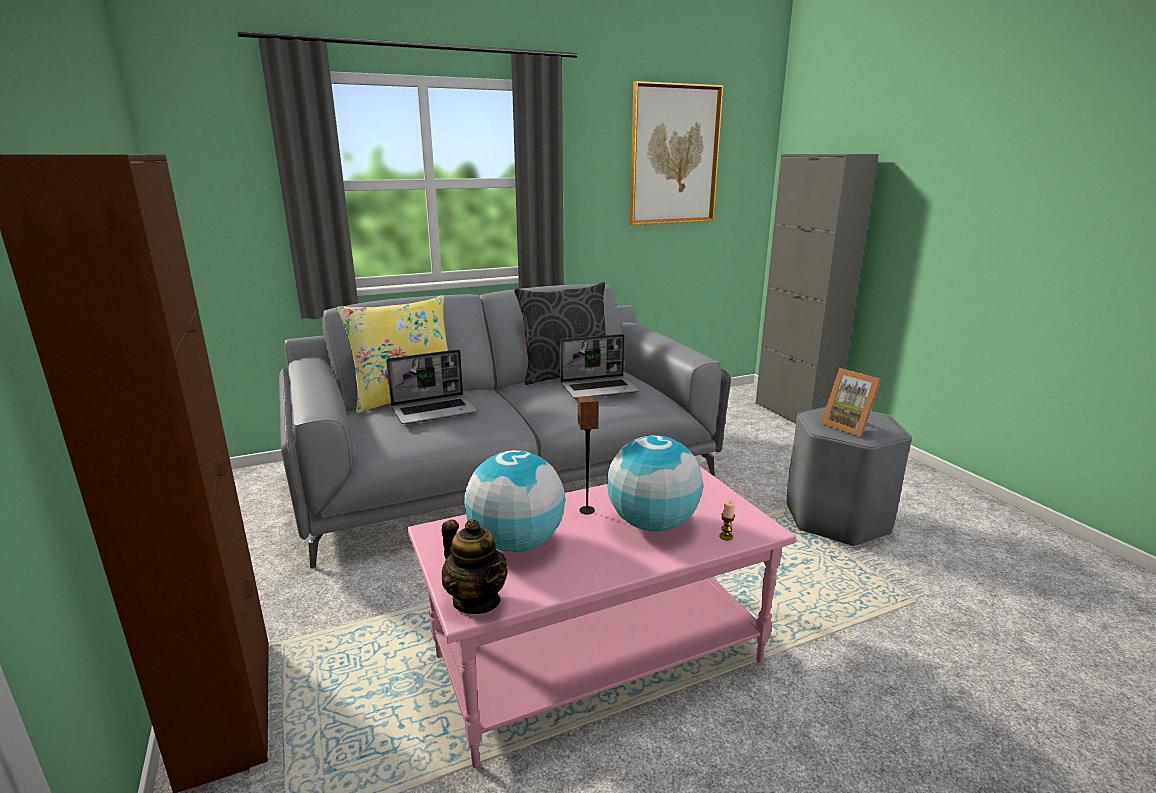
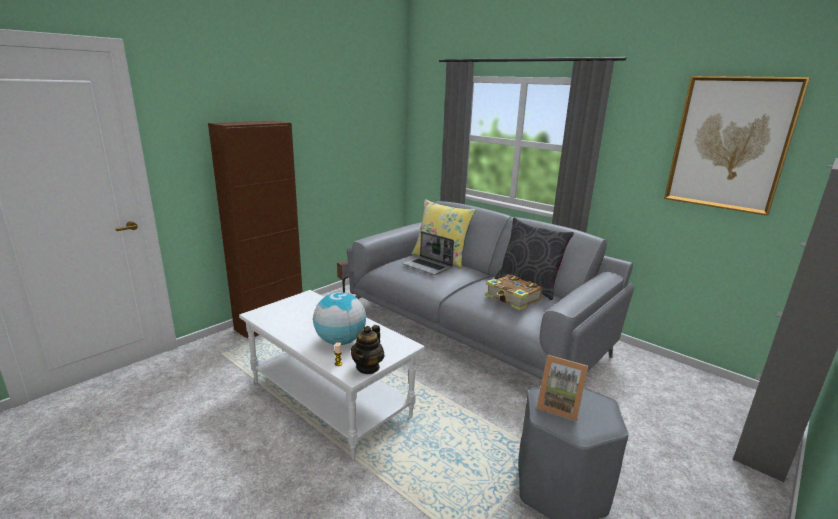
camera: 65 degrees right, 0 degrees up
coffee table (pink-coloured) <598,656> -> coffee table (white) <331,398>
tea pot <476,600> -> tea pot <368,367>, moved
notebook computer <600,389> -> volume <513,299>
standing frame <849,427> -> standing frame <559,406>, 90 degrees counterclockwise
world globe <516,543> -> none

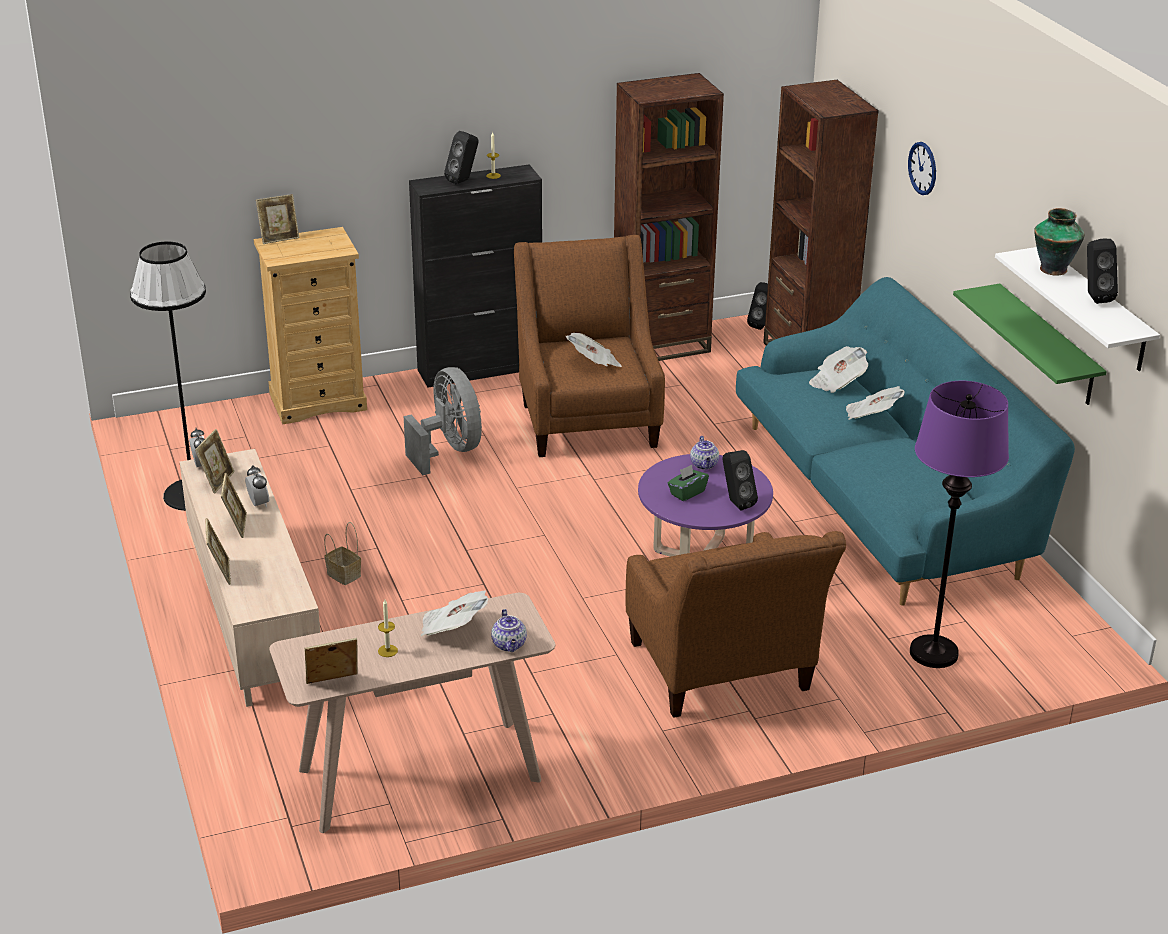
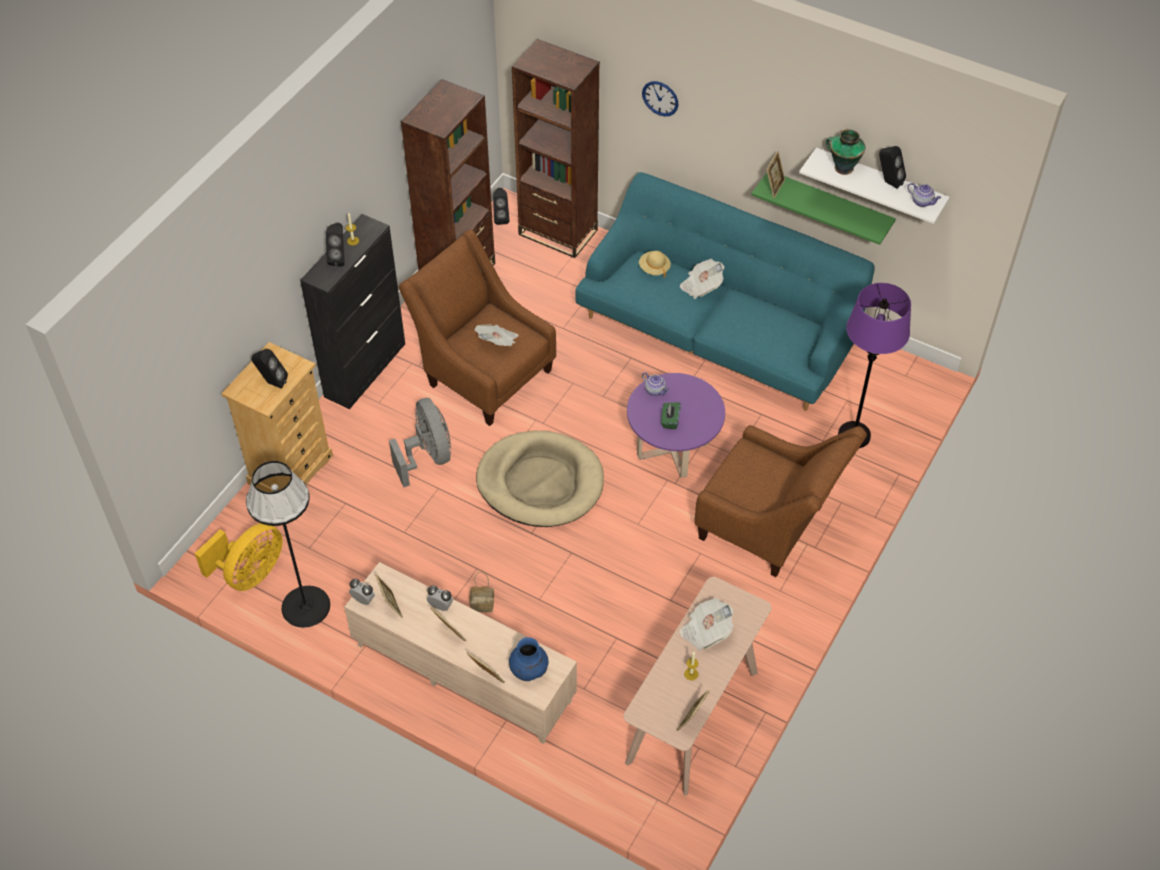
camera: 40 degrees left, 20 degrees up
none -> fan (yellow) <250,574>
speaker (black) <735,503> -> speaker (black) <272,382>, moved
fan (grey) <449,450> -> fan (grey) <427,456>, 45 degrees clockwise
none -> dog cushion (beige-coloured) <540,482>
none -> flower vase (blue) <528,671>
printed paper <837,382> -> wearable hat (beige-coloured) <654,268>
standing frame <279,238> -> standing frame <774,187>, moved
tea pot <509,645> -> tea pot <922,202>, moved

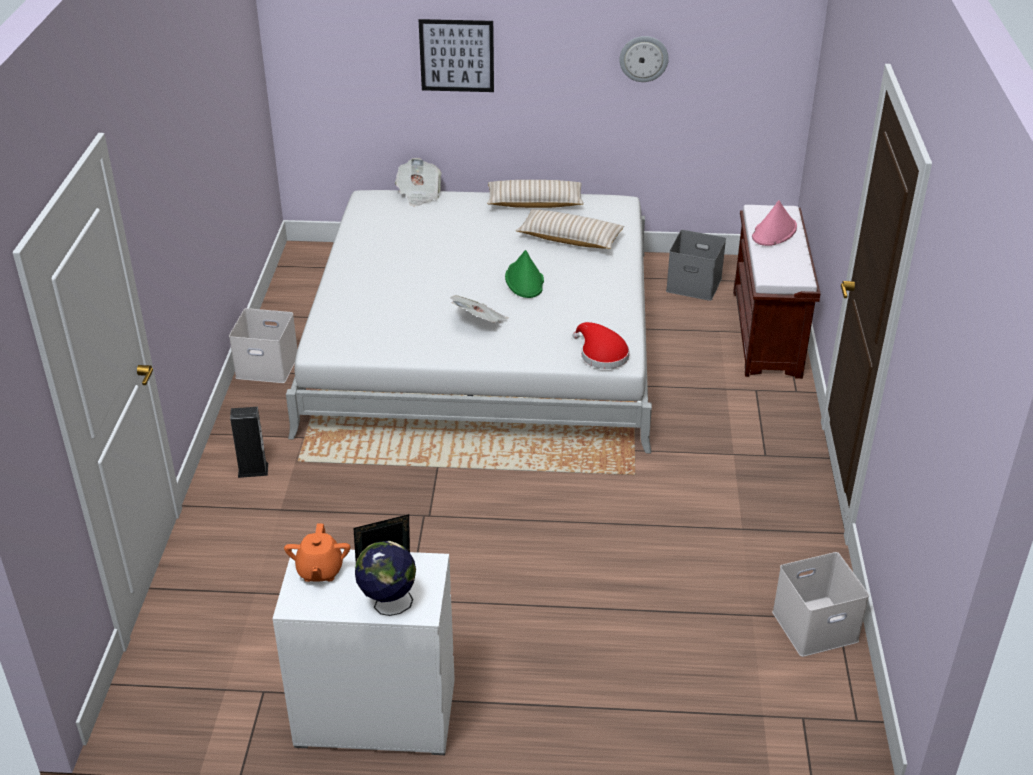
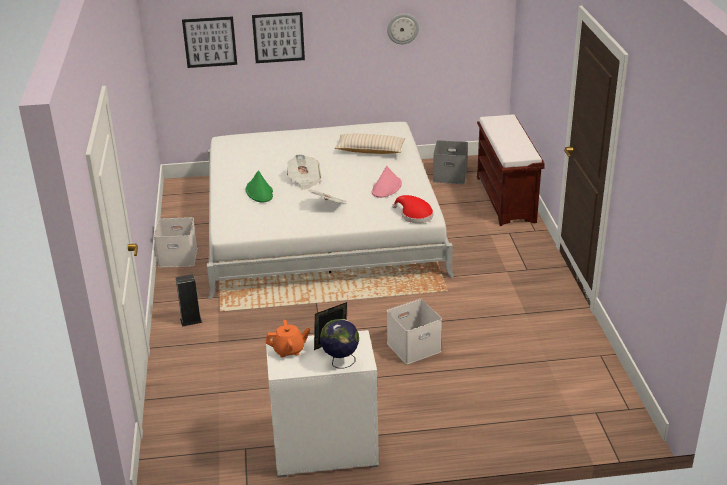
camera: 10 degrees left, 5 degrees down
none -> picture <210,42>
wearable hat (green) <524,281> -> wearable hat (green) <259,192>, moved
tea pot (orange) <320,571> -> tea pot (orange) <289,350>, 90 degrees counterclockwise
printed paper <419,194> -> printed paper <304,180>, moved
wearable hat (pink-coloured) <774,232> -> wearable hat (pink-coloured) <386,188>, moved
storage container (white) <814,627> -> storage container (white) <413,348>, moved
throw pillow (beige-coloured) <534,203> -> none

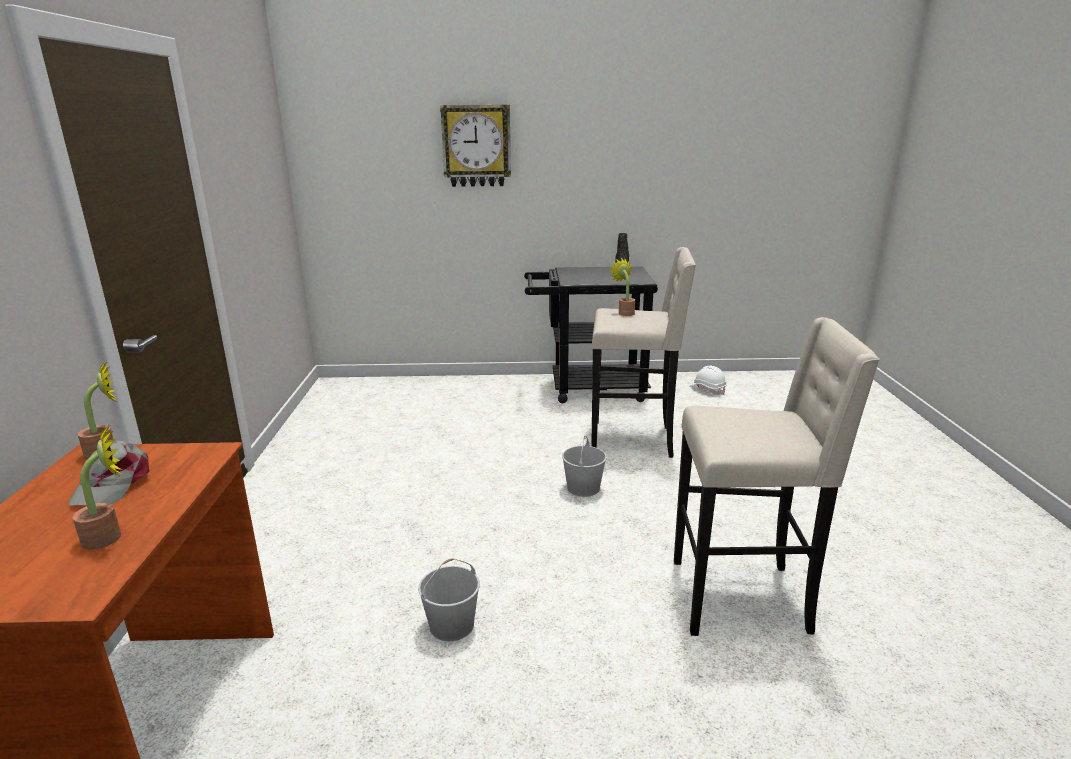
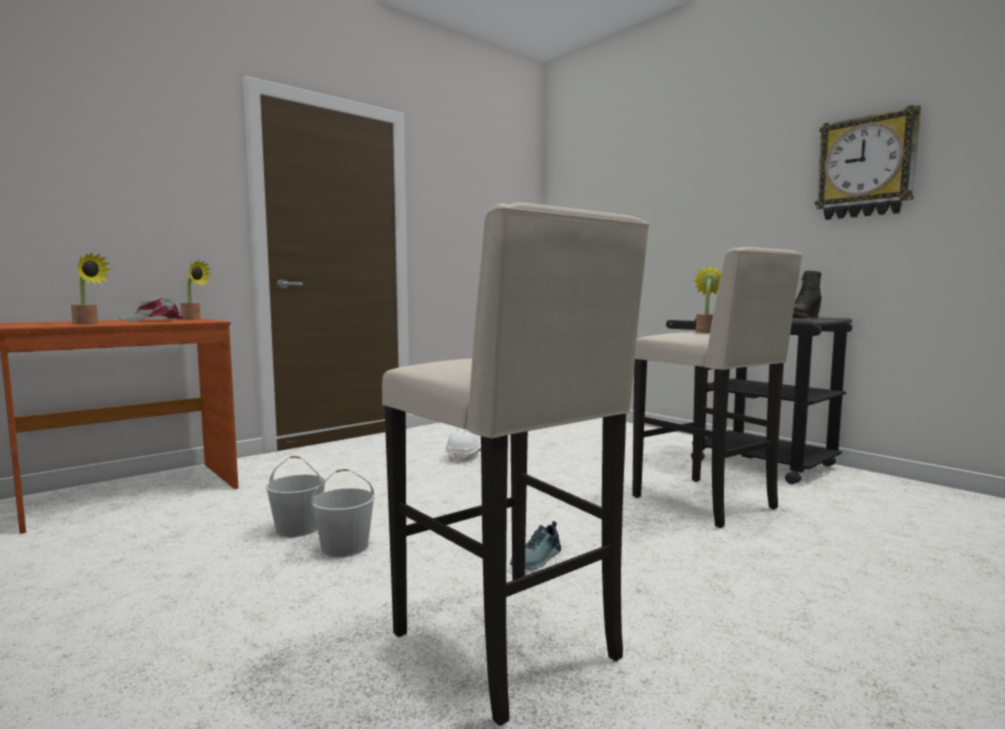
camera: 50 degrees right, 15 degrees down
water bucket (white) <583,488> -> water bucket (white) <344,547>, moved
work helmet (white) <708,389> -> work helmet (white) <464,457>, moved
none -> item of footwear <538,560>
clock on the wall <476,146> -> clock on the wall <866,167>, moved

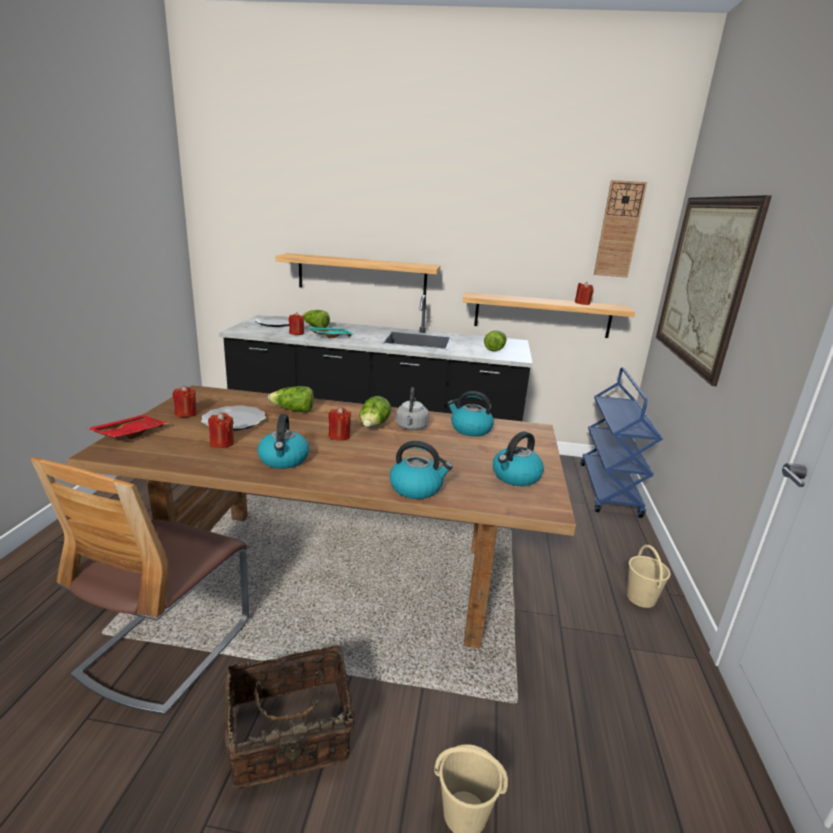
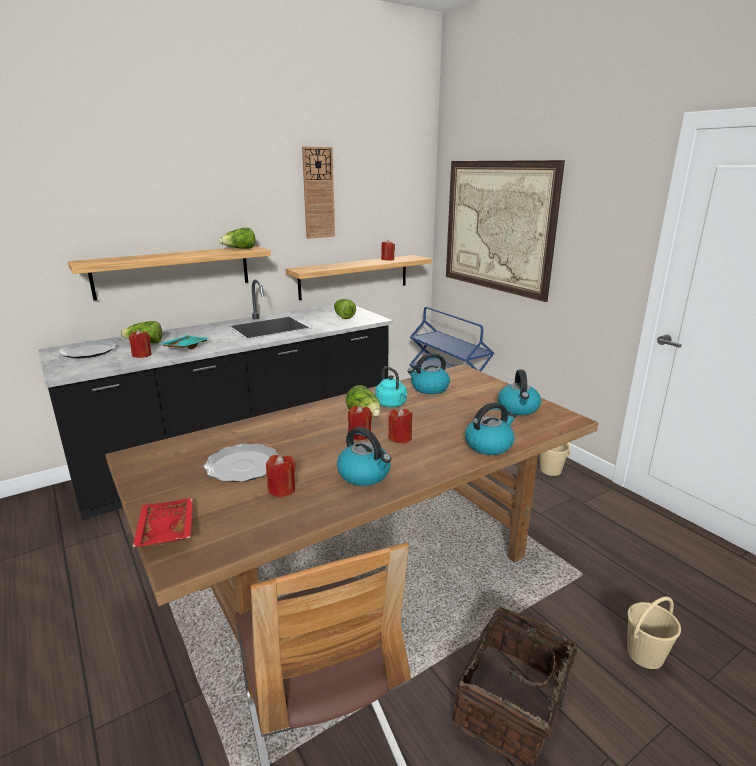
camera: 40 degrees left, 0 degrees up
lettuce <293,410> -> lettuce <239,249>, moved
clock on the wall <619,230> -> clock on the wall <318,193>, moved
tea kettle (grey) <411,427> -> tea kettle (turquoise-coloured) <392,404>
wax candle (red-coloured) <186,414> -> wax candle (red-coloured) <400,438>, moved

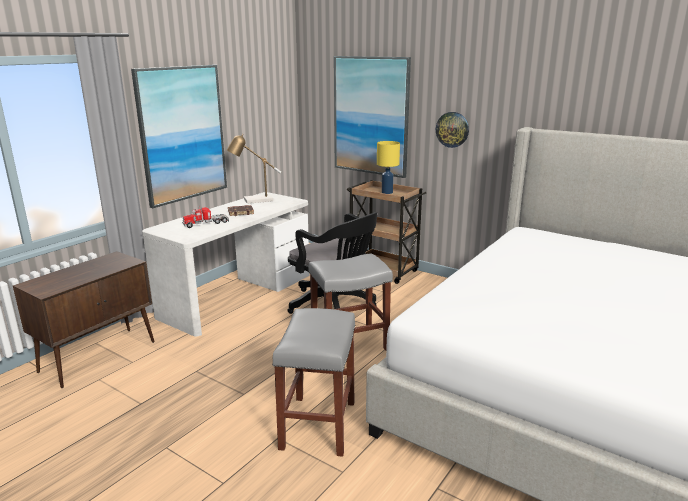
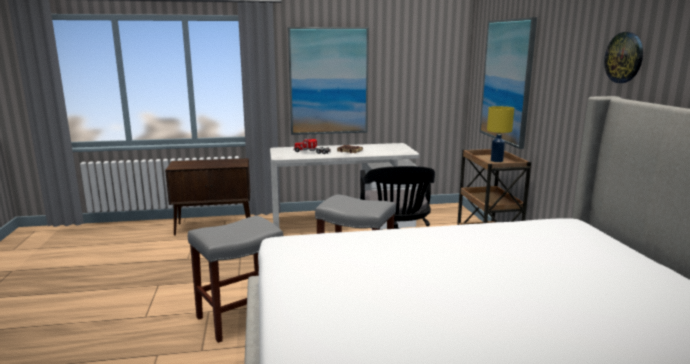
camera: 45 degrees right, 5 degrees down
clock on the wall <452,129> -> clock on the wall <624,57>, moved
tabletop lamp <254,200> -> none

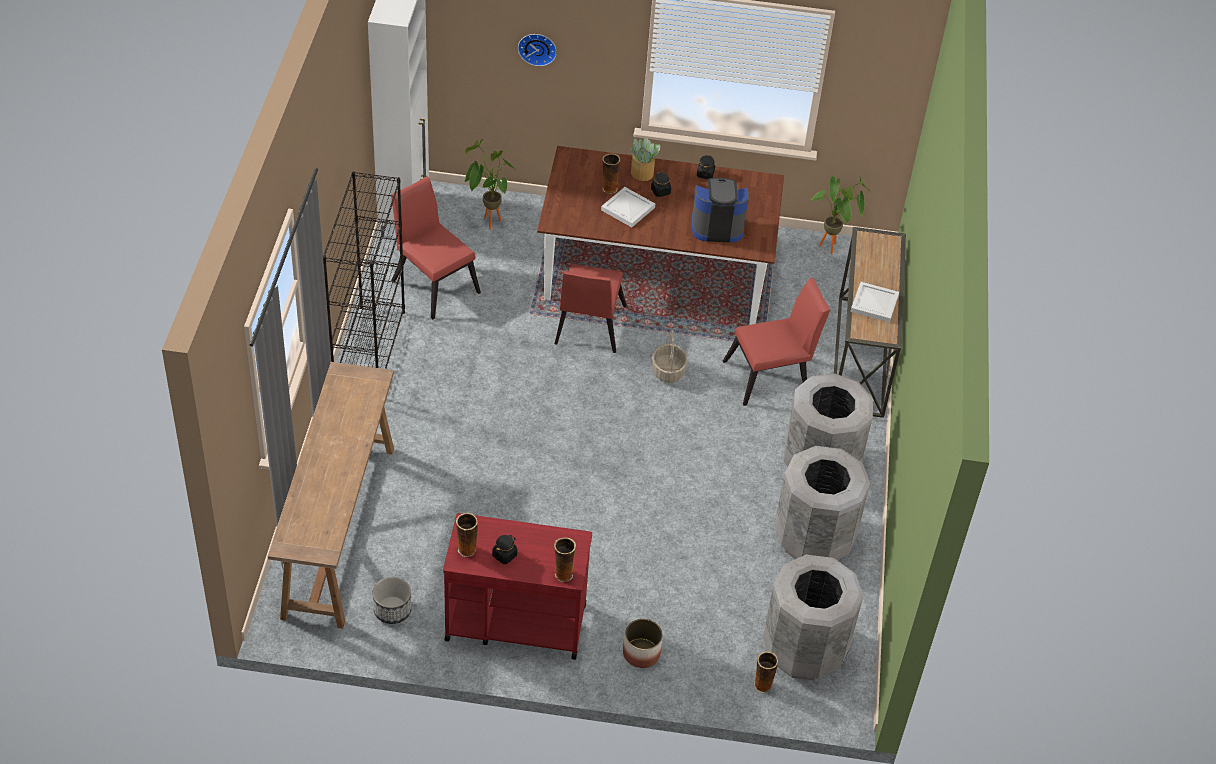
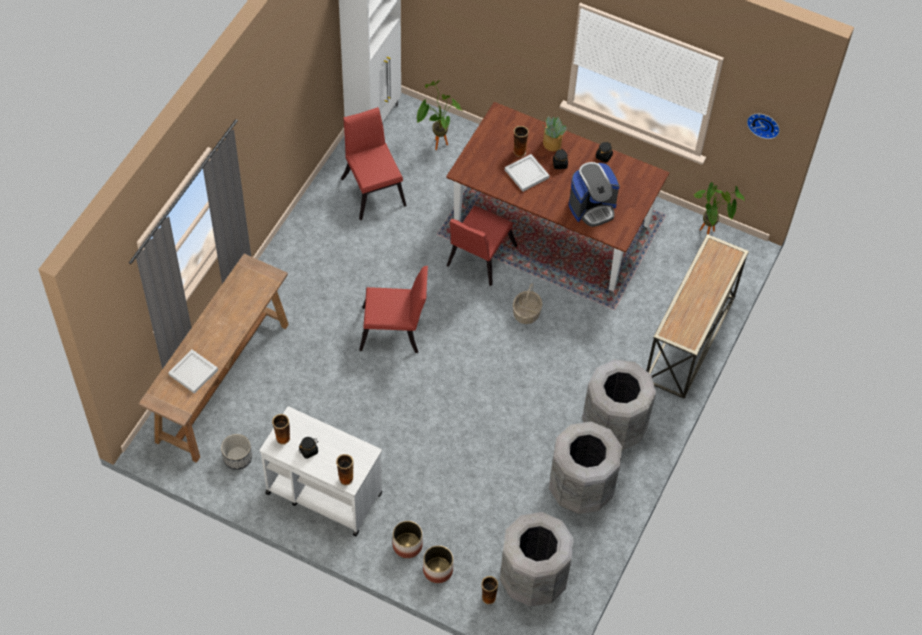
camera: 20 degrees right, 10 degrees up
carrying tray (white) <873,304> -> carrying tray (white) <192,372>, moved
trolley (red-coloured) <514,622> -> trolley (white) <323,493>
chair (red-coloured) <772,376> -> chair (red-coloured) <395,331>, moved
none -> flower pot <437,570>
coffee brewer <717,226> -> coffee brewer <592,207>, 135 degrees clockwise
clock on the wall <537,48> -> clock on the wall <764,124>, moved
shelving unit (black) <369,350> -> none

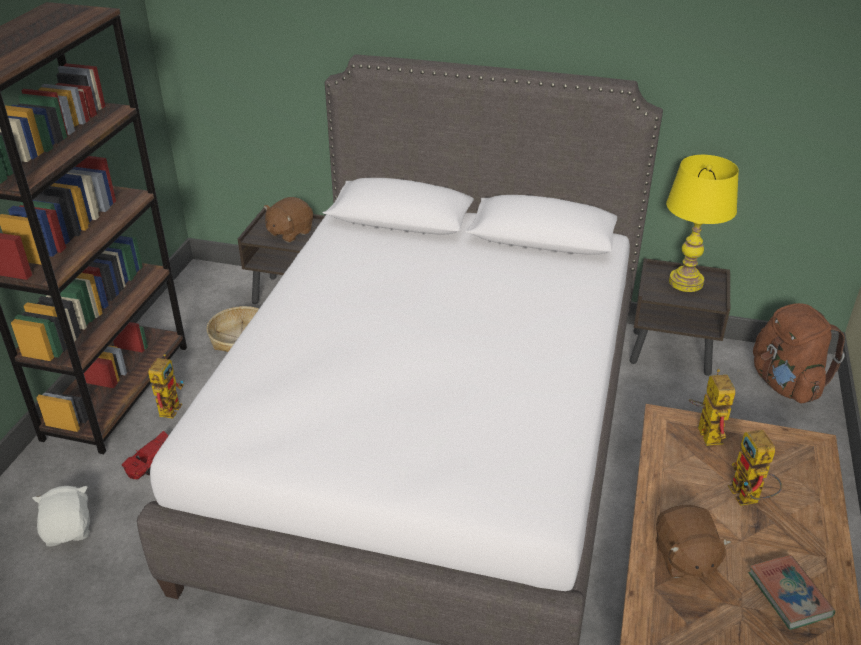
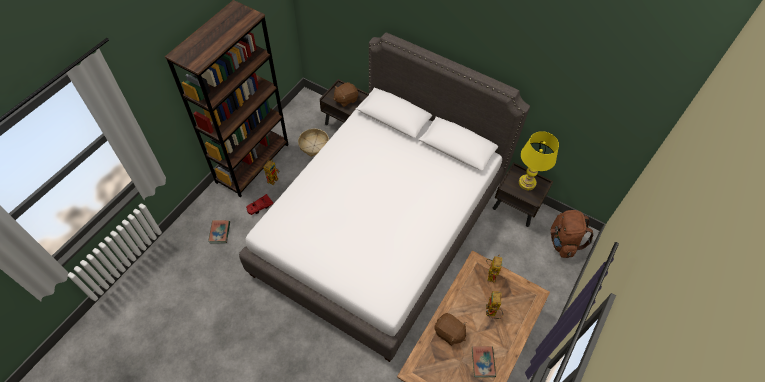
camera: 15 degrees right, 20 degrees up
soft toy (white) <69,529> -> volume <220,232>
soft toy (brown) <684,558> -> soft toy (brown) <449,333>, 60 degrees counterclockwise

